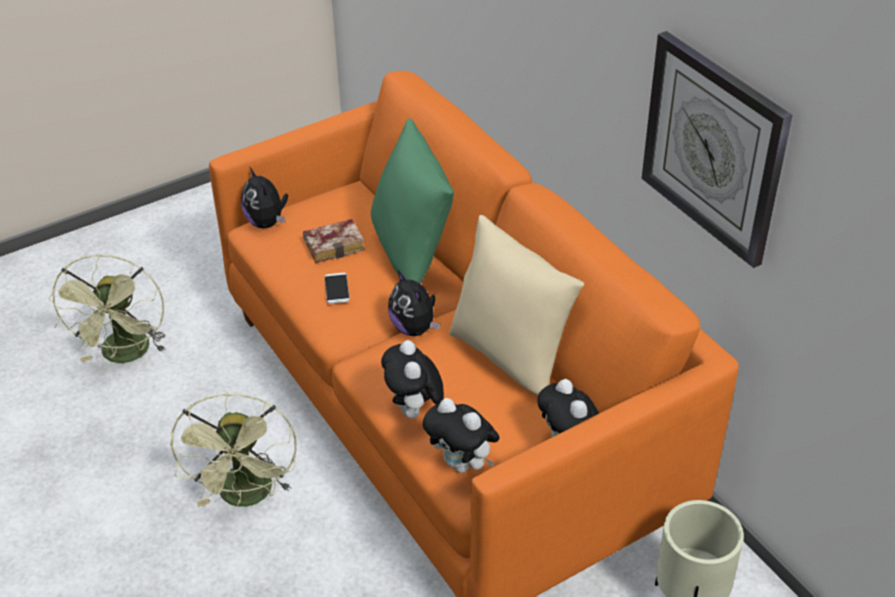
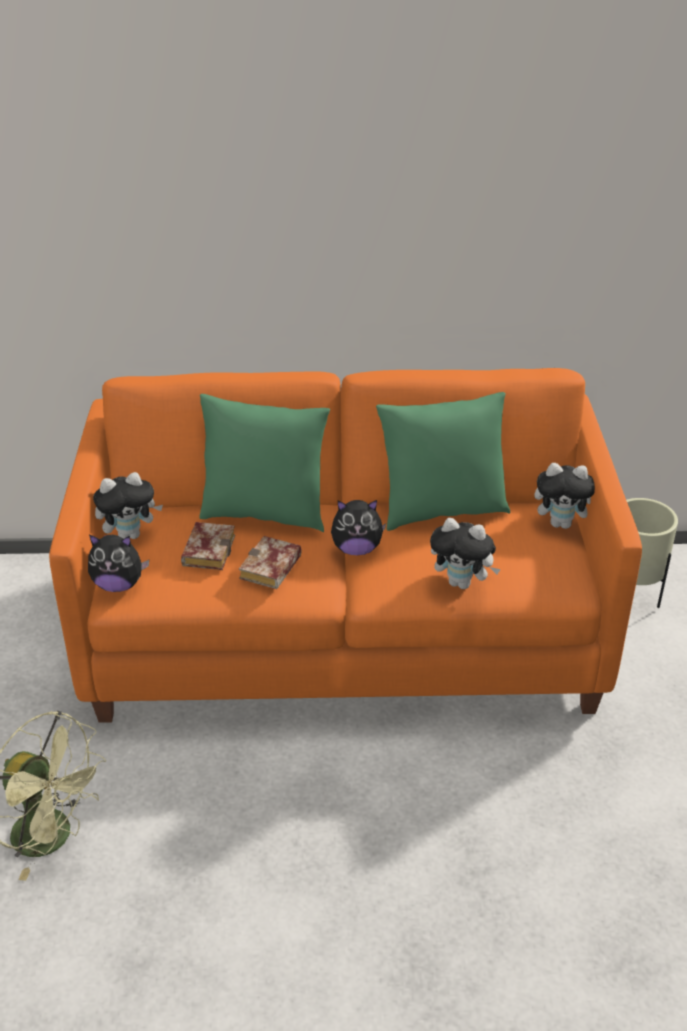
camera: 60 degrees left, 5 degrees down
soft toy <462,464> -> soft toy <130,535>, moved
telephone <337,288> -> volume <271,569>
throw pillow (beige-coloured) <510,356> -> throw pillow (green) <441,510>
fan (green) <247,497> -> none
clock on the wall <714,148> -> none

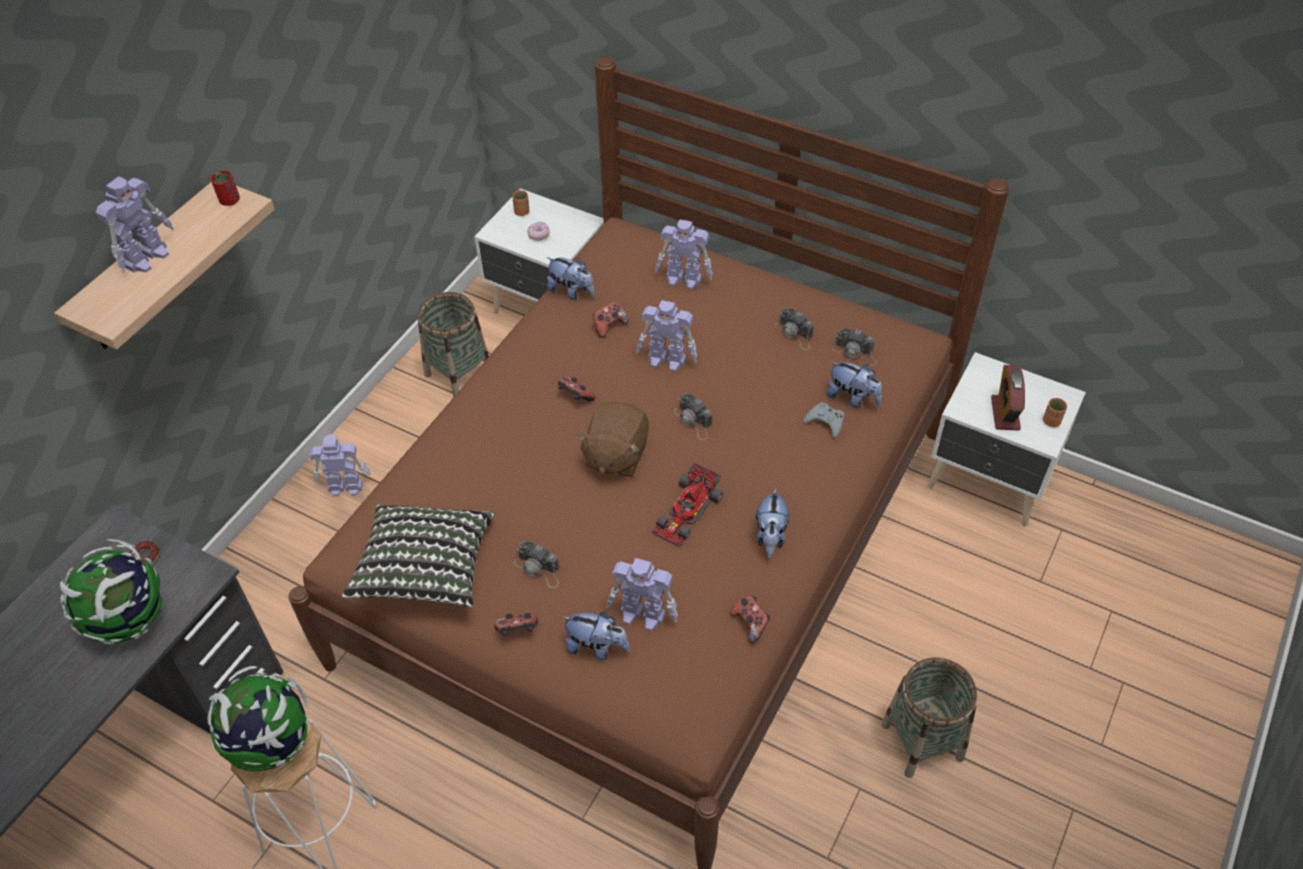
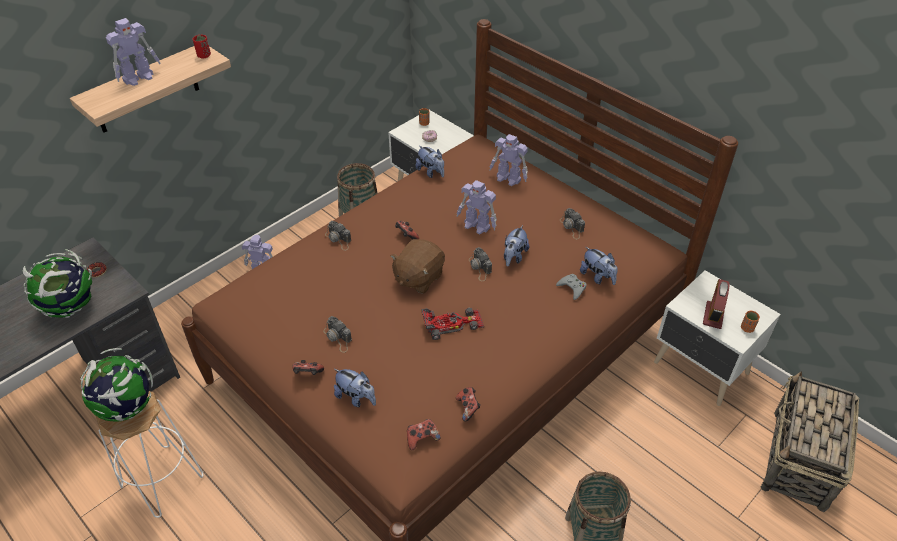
camera: 15 degrees right, 5 degrees down
still camera <855,352> -> still camera <339,239>, moved
game controller <609,326> -> game controller <422,438>, moved
miniature car <686,511> -> miniature car <452,324>, 150 degrees counterclockwise
soft toy <770,537> -> soft toy <514,257>, moved
none -> household basket <798,460>
throw pillow <425,569> -> none
toy robot <643,615> -> none

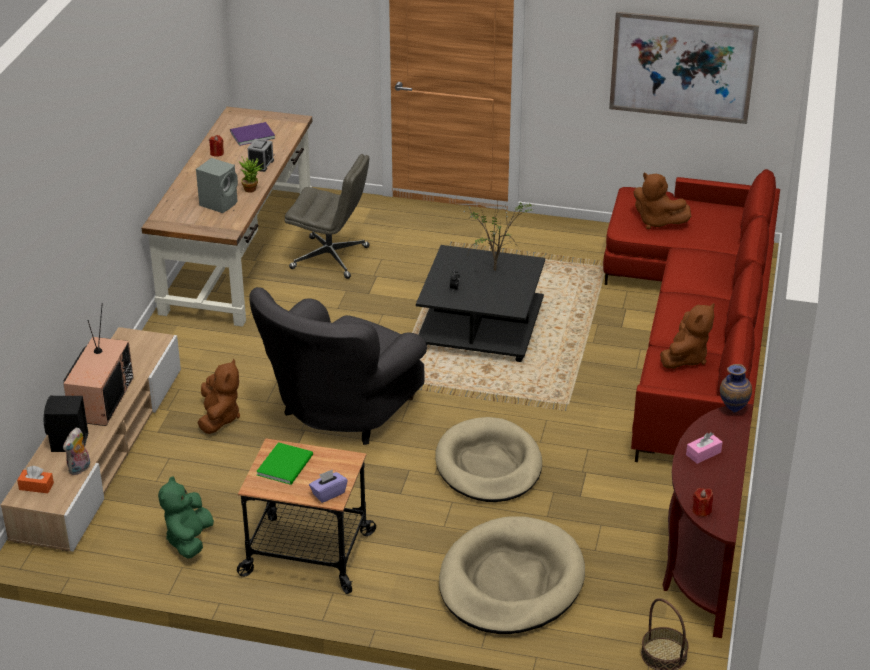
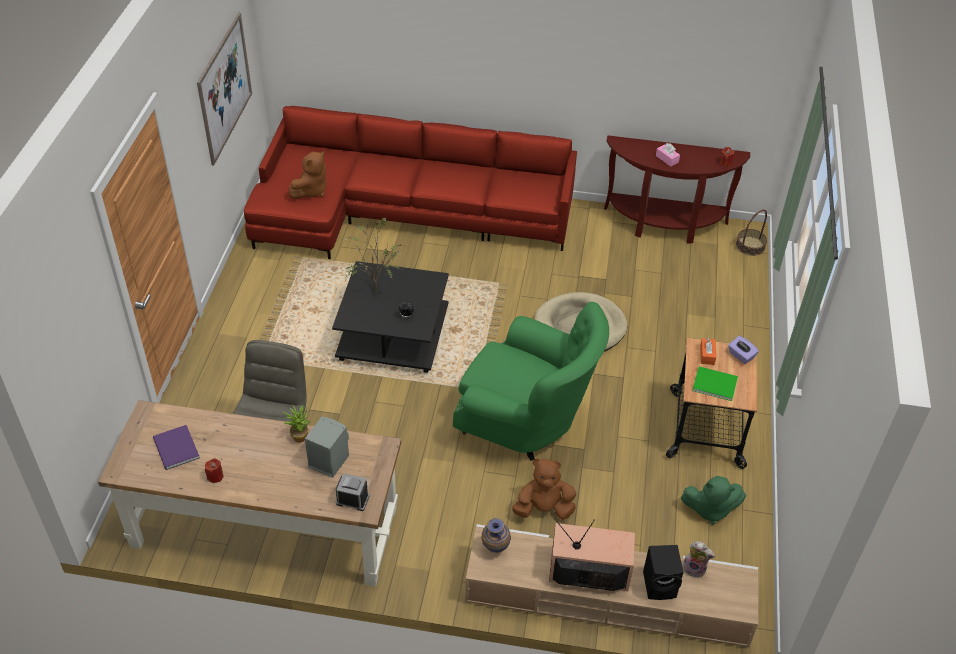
camera: 95 degrees left, 10 degrees up
bedside clock <261,164> -> bedside clock <352,499>, moved
lounge chair (grey) <341,413> -> lounge chair (green) <526,421>
flower vase <733,409> -> flower vase <494,549>, moved
box of tissues (orange) <36,486> -> box of tissues (orange) <707,355>, moved
dog cushion (beige-coloured) <511,581> -> none
soft toy (brown) <685,358> -> none

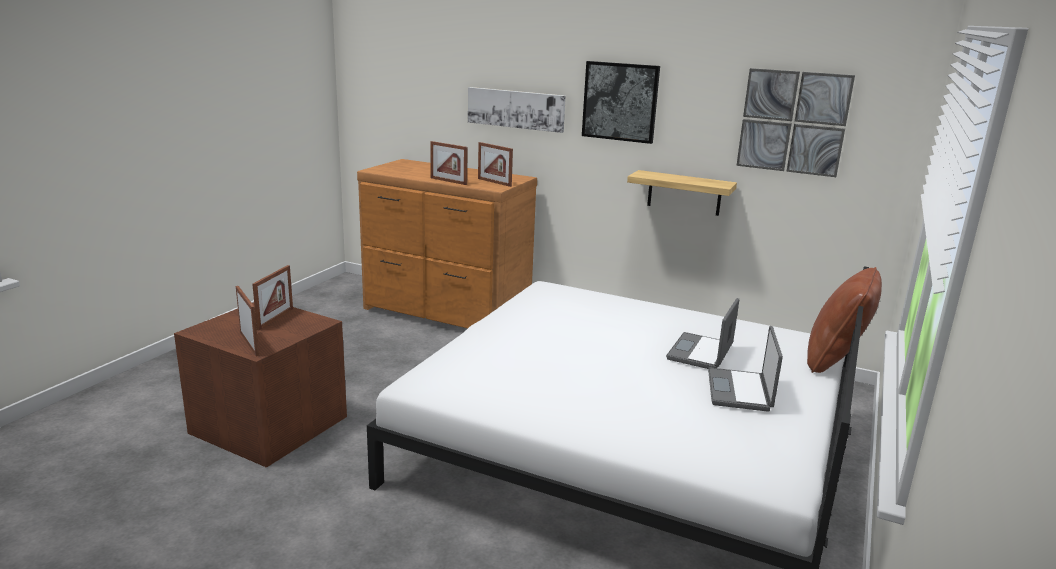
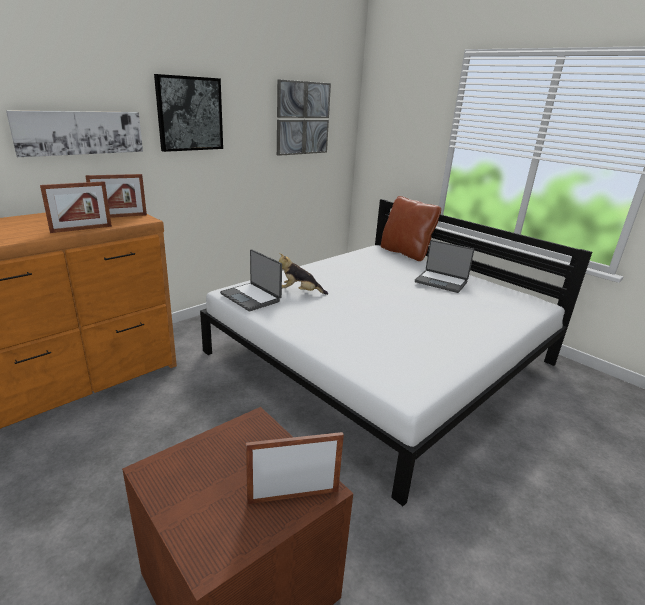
camera: 70 degrees left, 5 degrees up
notebook computer <701,353> -> notebook computer <251,297>, moved
none -> soft toy <299,292>
standing frame <275,319> -> none
bracket shelf <684,193> -> none

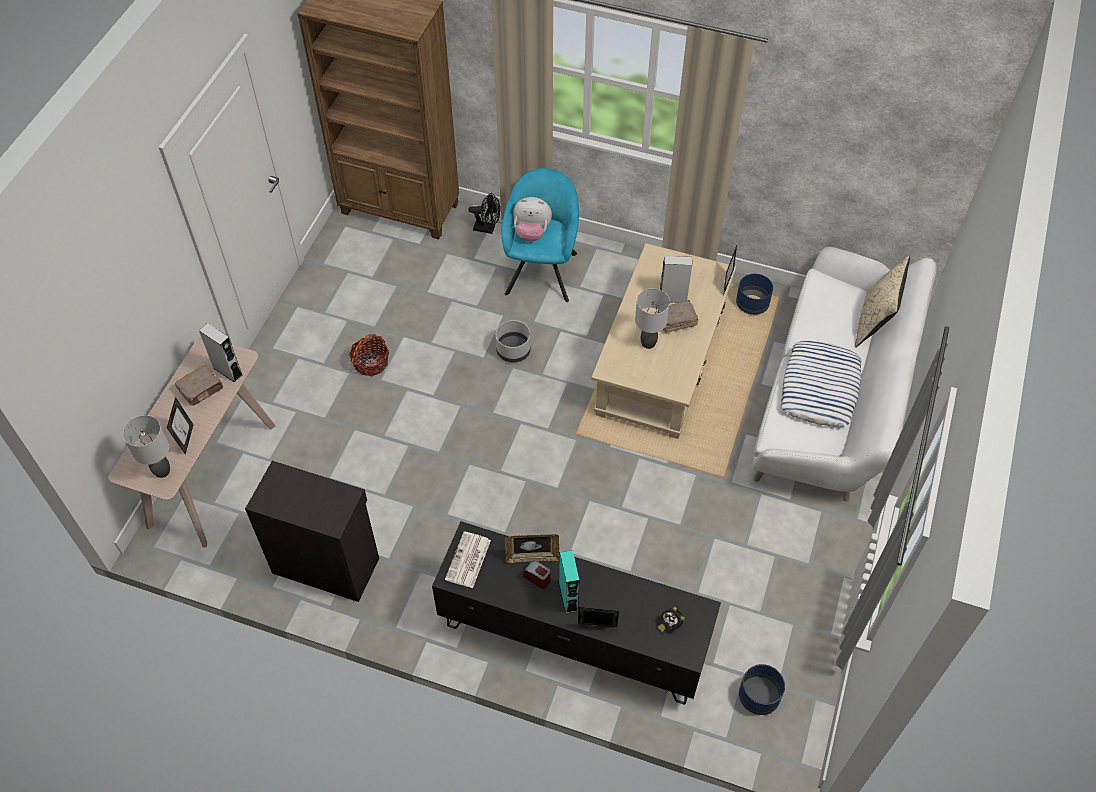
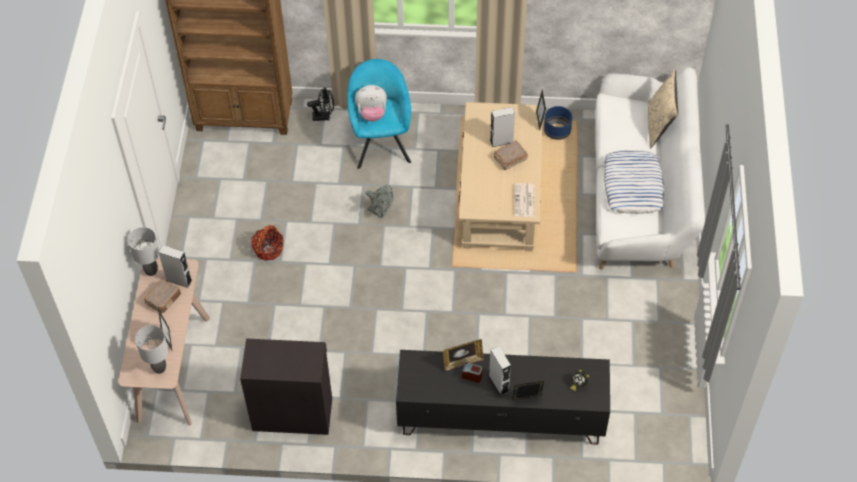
camera: 15 degrees left, 0 degrees up
tabletop lamp (grey) <648,343> -> tabletop lamp (grey) <151,270>, moved
flower pot (grey) <513,350> -> fan (grey) <380,212>
speaker (turquoise-coloured) <568,597> -> speaker (grey) <499,383>
printed paper <468,561> -> printed paper <525,201>, moved
flower pot (blue) <758,697> -> none

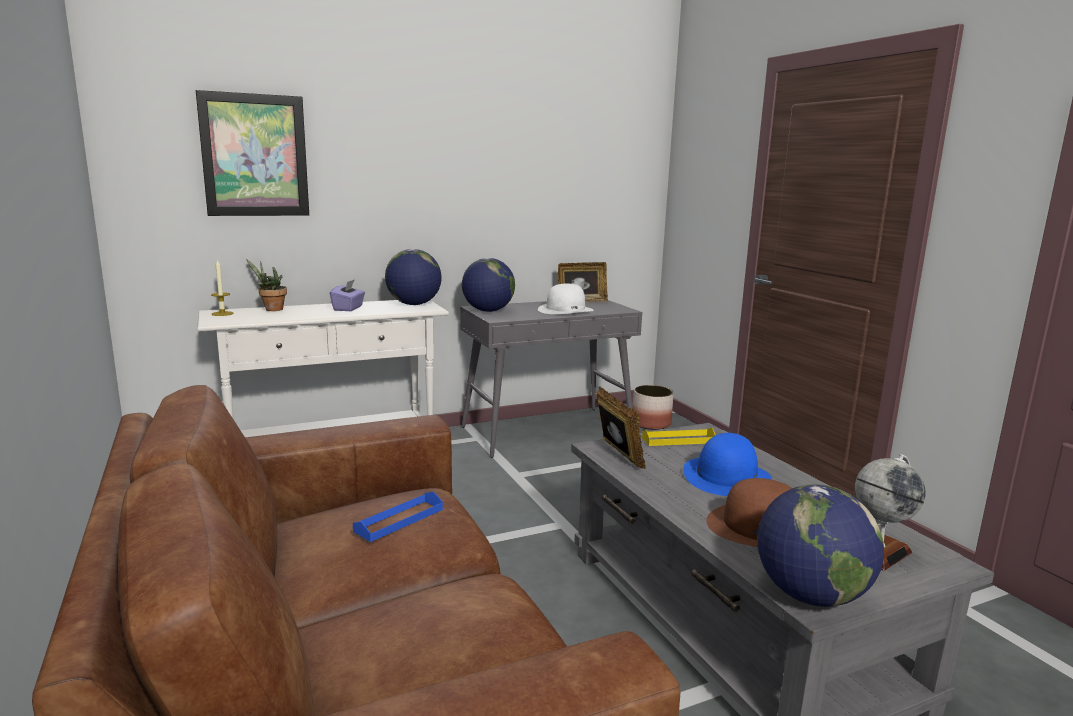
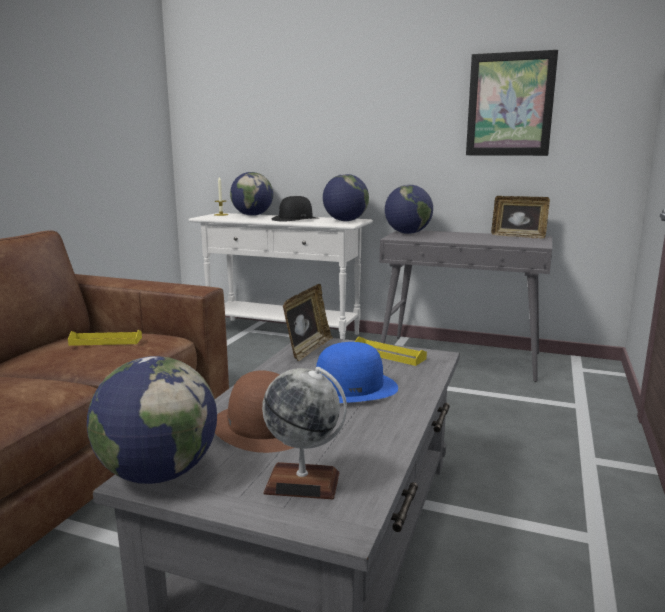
camera: 45 degrees right, 0 degrees up
carrying tray (blue) <399,520> -> carrying tray (yellow) <106,341>
potted plant <271,309> -> world globe <252,215>
box of tissues (purple-coloured) <348,308> -> wearable hat (black) <295,219>
picture <255,155> -> picture <510,105>, moved
wearable hat (white) <565,310> -> none
flower pot <651,423> -> none

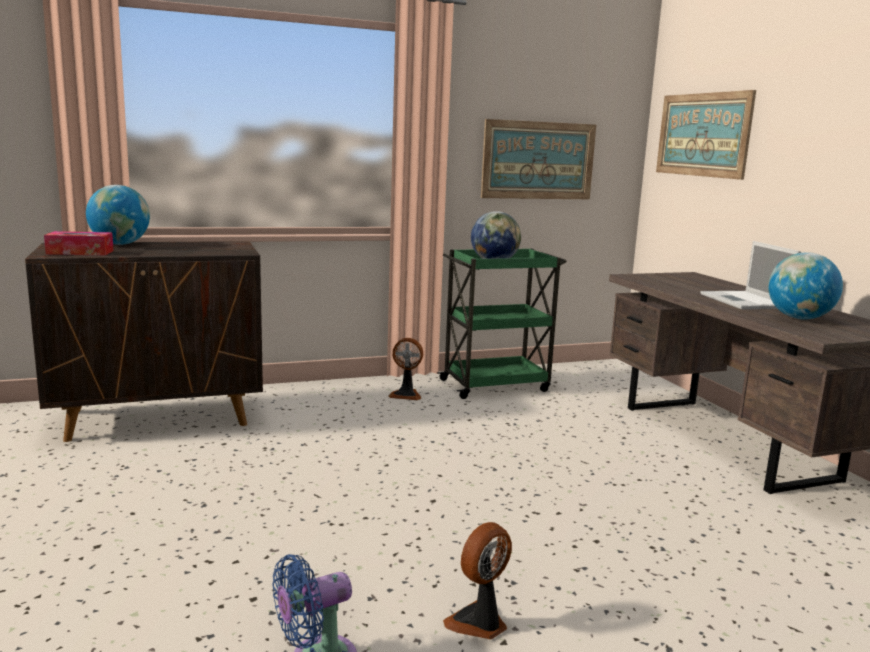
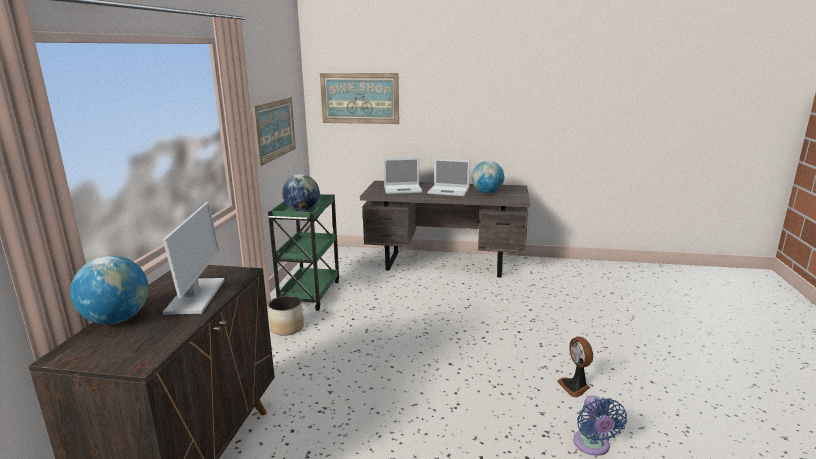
camera: 60 degrees left, 5 degrees up
none -> computer screen <196,296>
fan <406,394> -> flower pot <287,328>
none -> notebook computer <403,189>
box of tissues <80,252> -> none

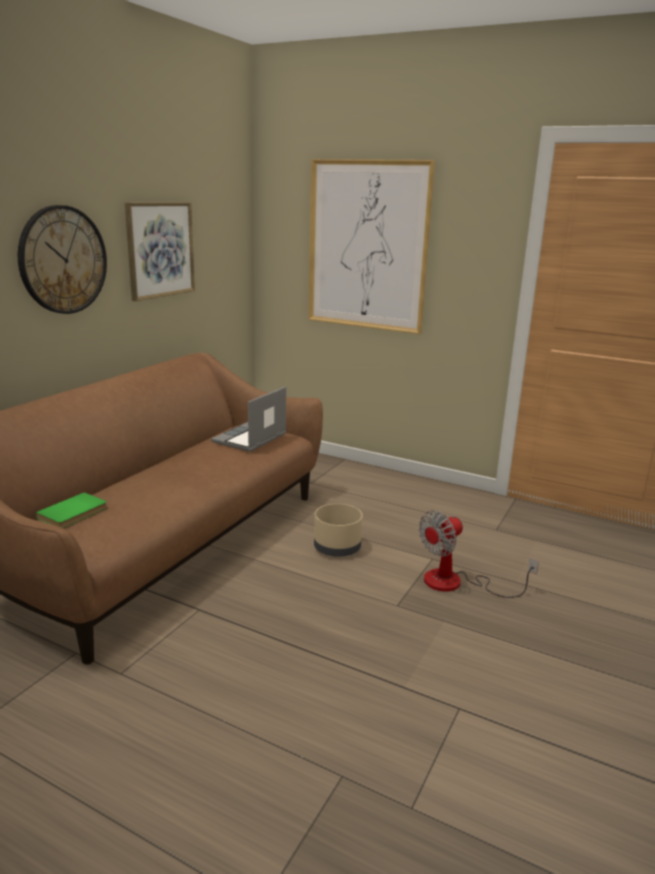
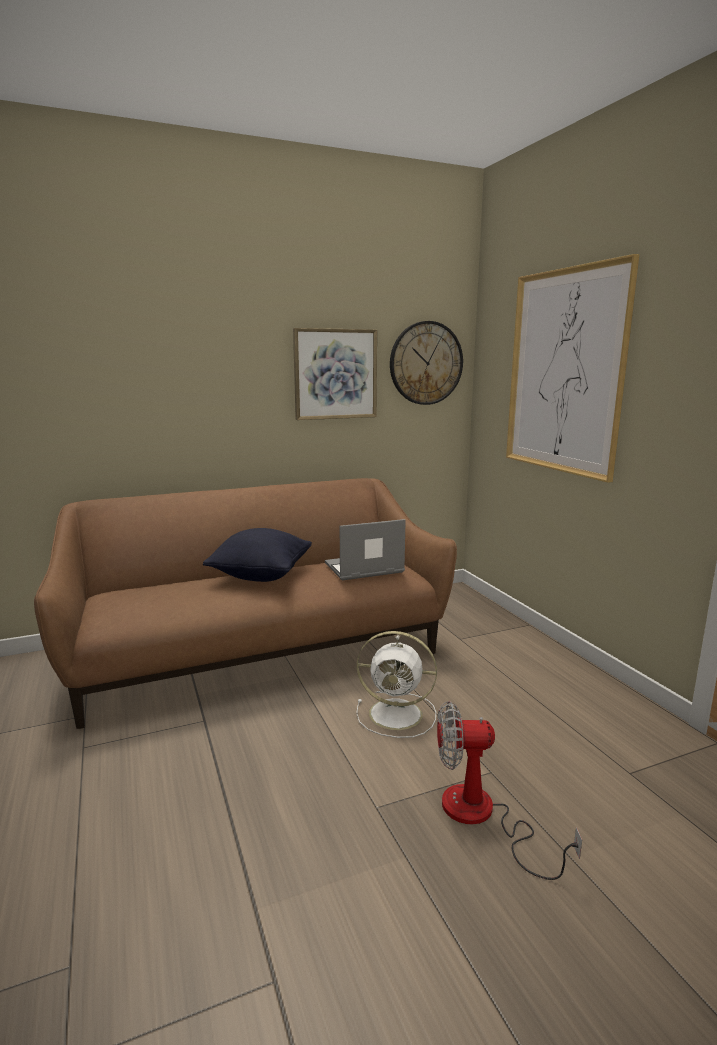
camera: 40 degrees right, 5 degrees down
none -> throw pillow (black) <261,575>
flower pot (beige-coloured) <337,548> -> fan (white) <398,714>
clock on the wall <63,260> -> clock on the wall <426,363>, moved
volume (green) <74,513> -> none

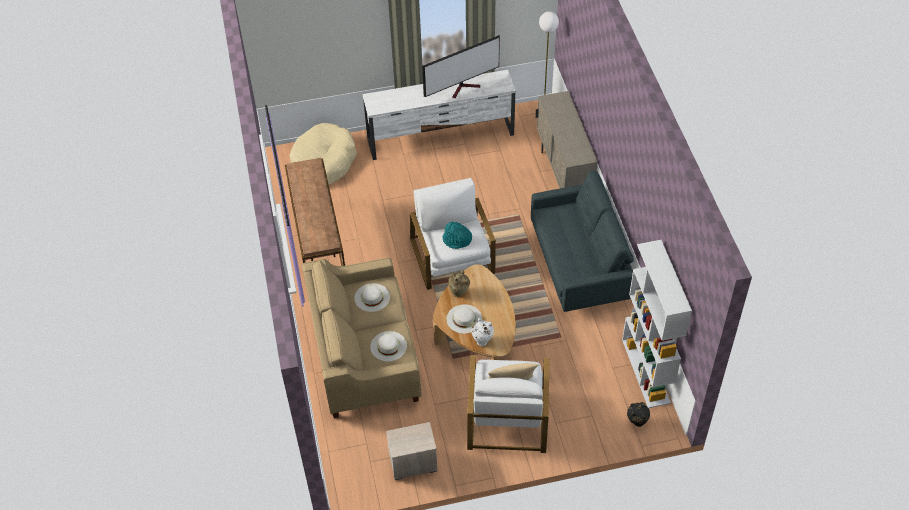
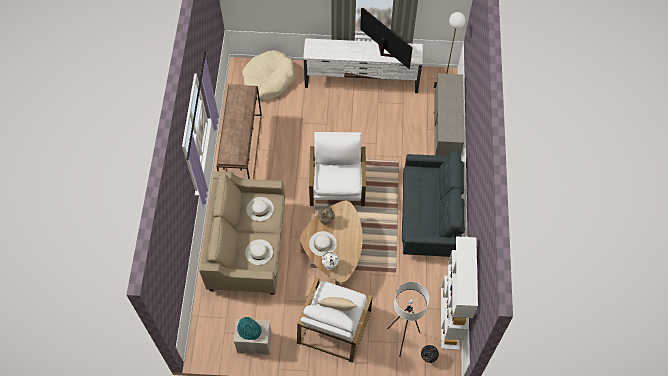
camera: 15 degrees right, 10 degrees up
wearable hat (turquoise-coloured) <457,240> -> wearable hat (turquoise-coloured) <249,330>, moved
TV <464,88> -> TV <383,52>, 120 degrees counterclockwise
none -> floor lamp (white) <402,339>

